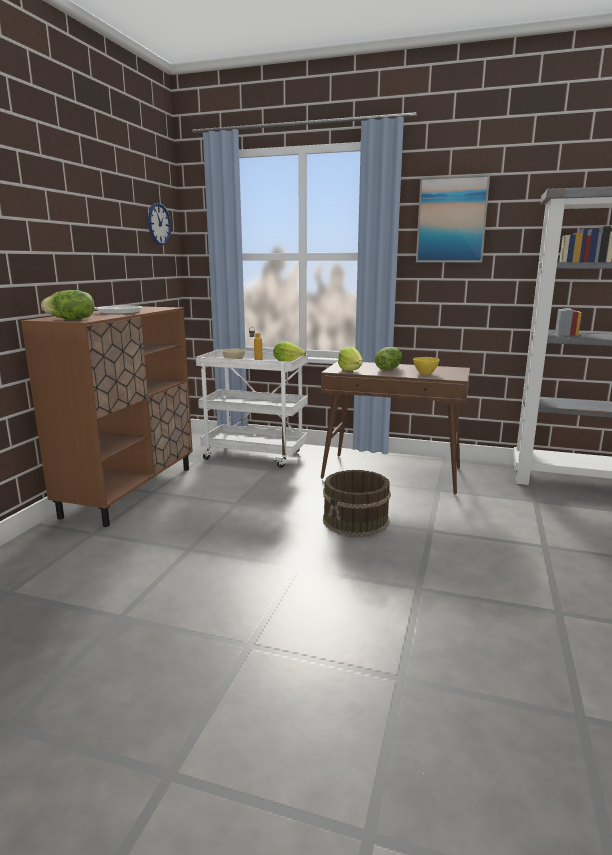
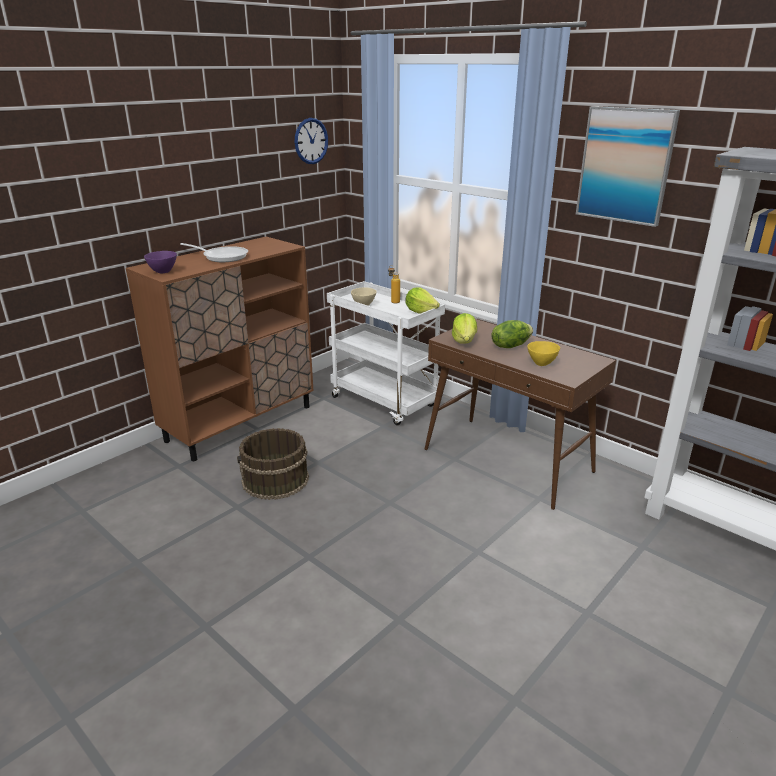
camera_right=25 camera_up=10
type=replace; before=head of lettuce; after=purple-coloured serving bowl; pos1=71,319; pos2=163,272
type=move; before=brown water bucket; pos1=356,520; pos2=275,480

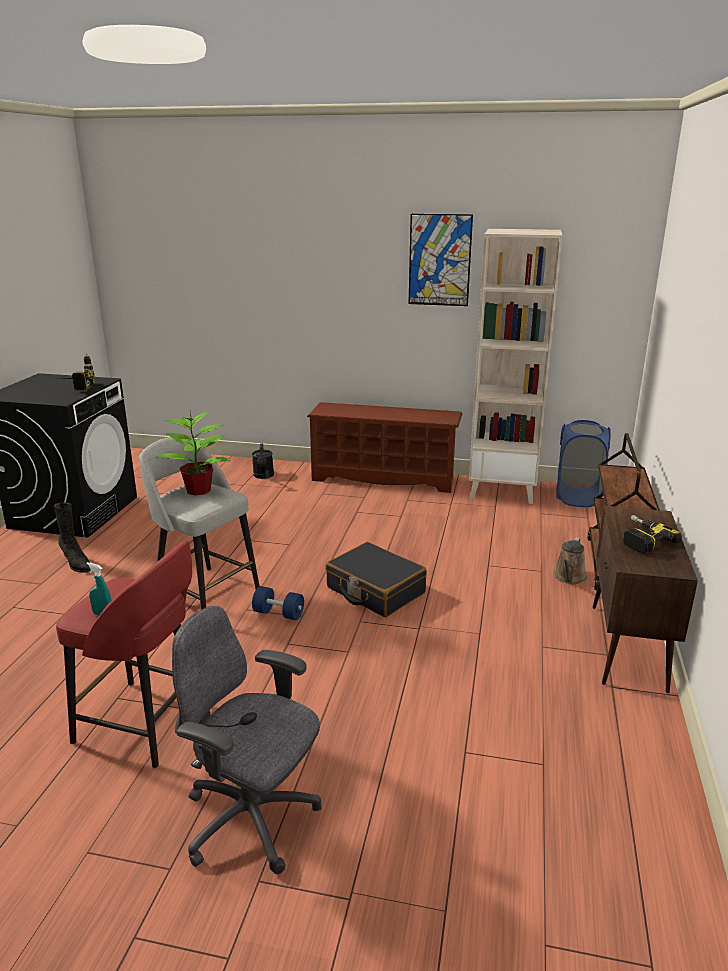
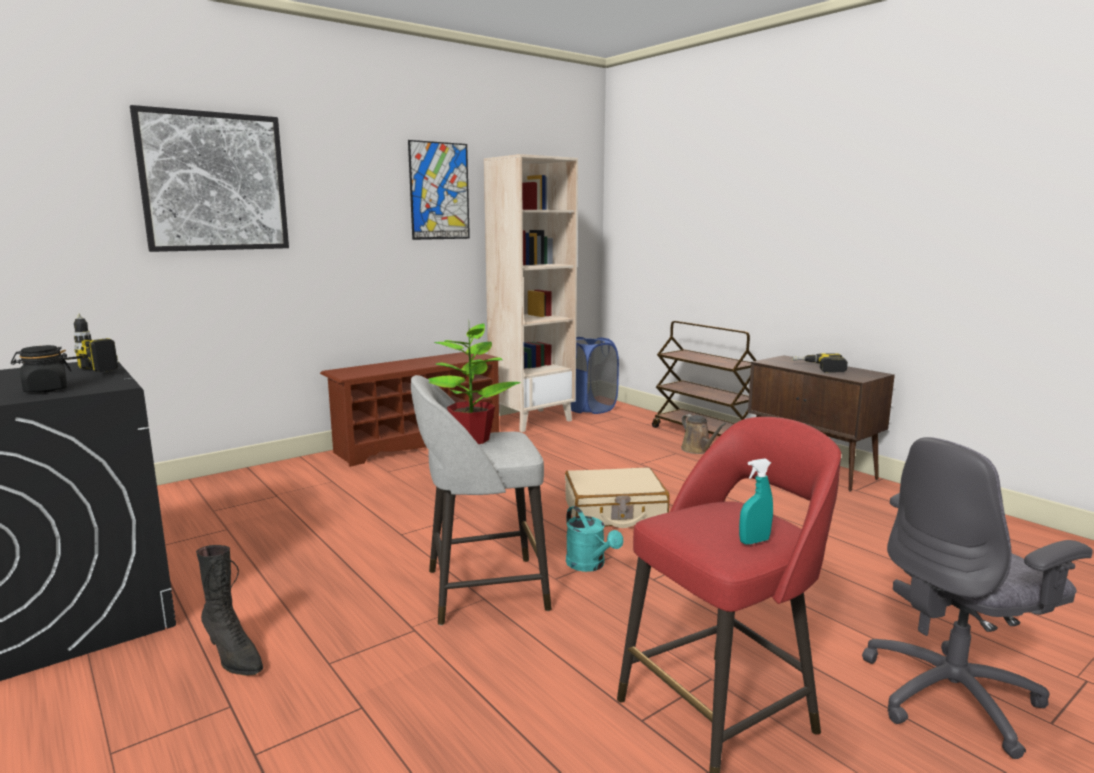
camera_right=-50 camera_up=-10
type=rotate; before=black-coloured tall boot; pos1=76,563; pos2=233,657; turn=45
type=delete; before=black-coloured watering pot; pos1=263,476
type=replace; before=blue-coloured dumbbell; after=turquoise watering pot; pos1=278,614; pos2=590,565
type=recolor; before=black-coloured travel case; after=beige travel case; pos1=375,590; pos2=614,512
type=insert; after=black-coloured preserve jar; pos2=45,389
type=insert; after=wall picture; pos2=214,182

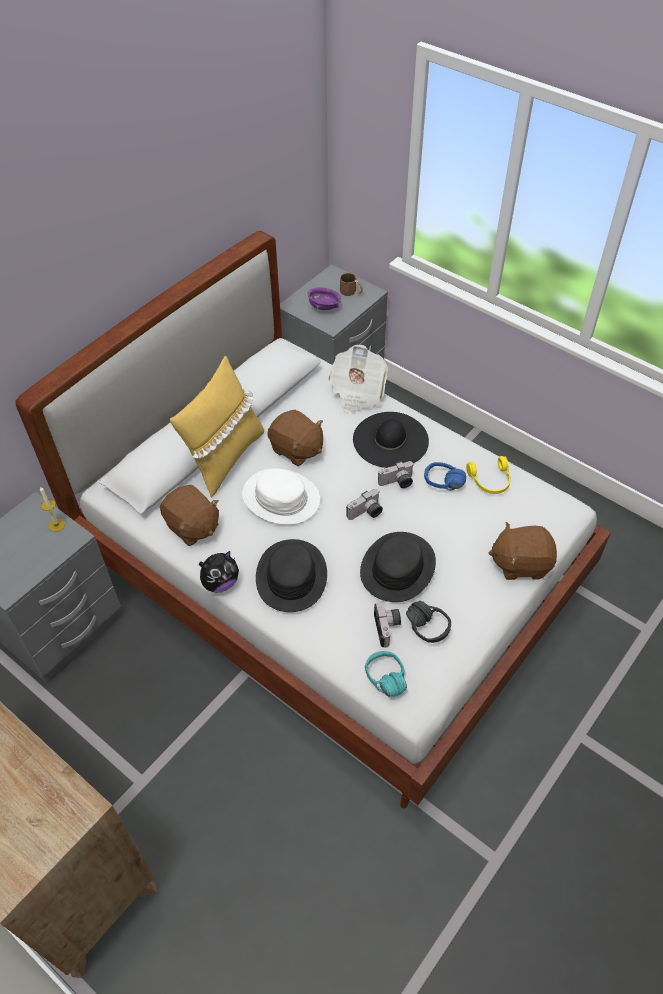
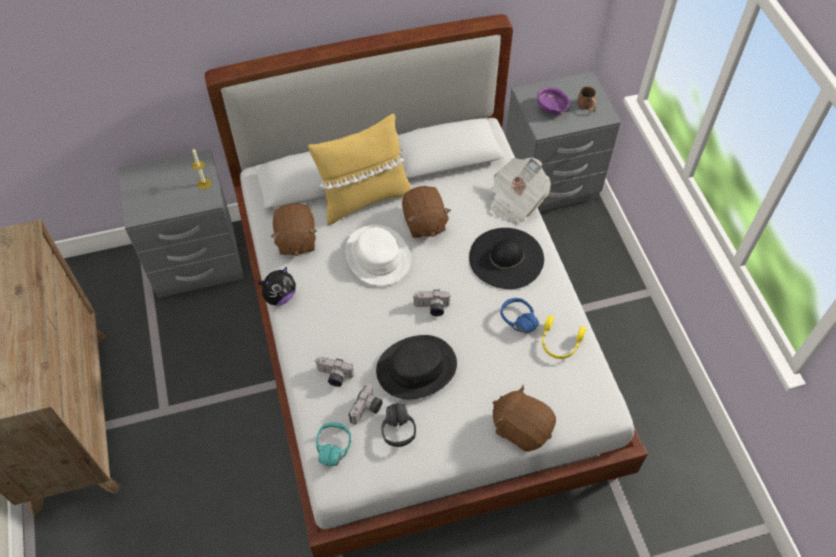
camera_right=35 camera_up=5
type=rotate; before=cuddly toy; pos1=220,583; pos2=279,296; turn=-45
type=delete; before=black-coloured hat; pos1=291,576
type=move; before=photo camera; pos1=397,483; pos2=333,376

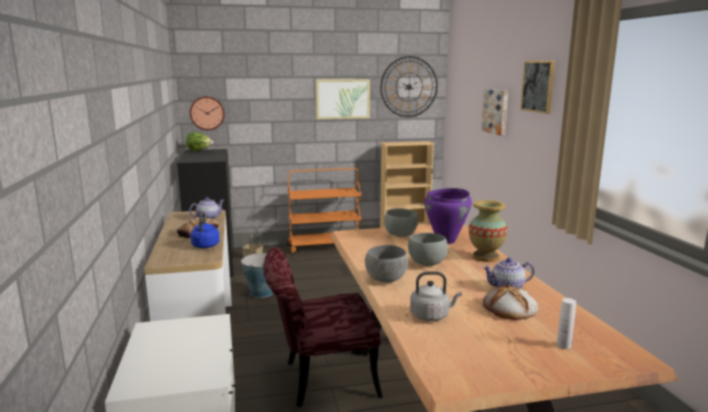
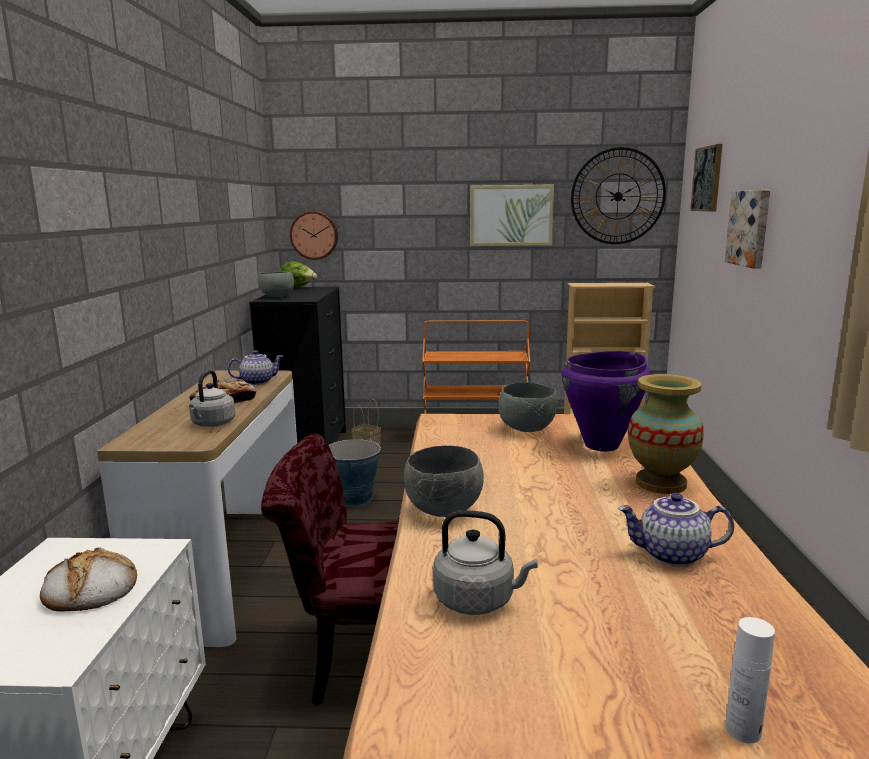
camera_right=15 camera_up=0
type=recolor; before=blue-coloured tea kettle; after=greyish tea kettle; pos1=205,246; pos2=212,424
type=move; before=greyish serving bowl; pos1=426,264; pos2=276,297
type=move; before=baked bread; pos1=509,309; pos2=90,589
type=move; before=wall picture; pos1=538,86; pos2=707,179

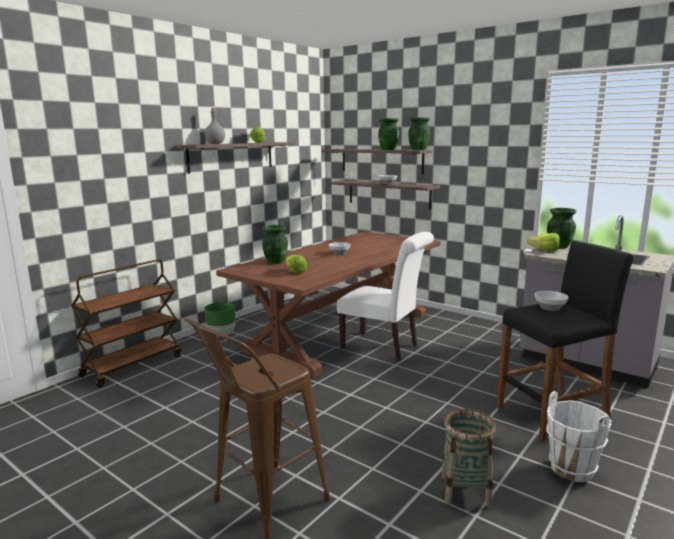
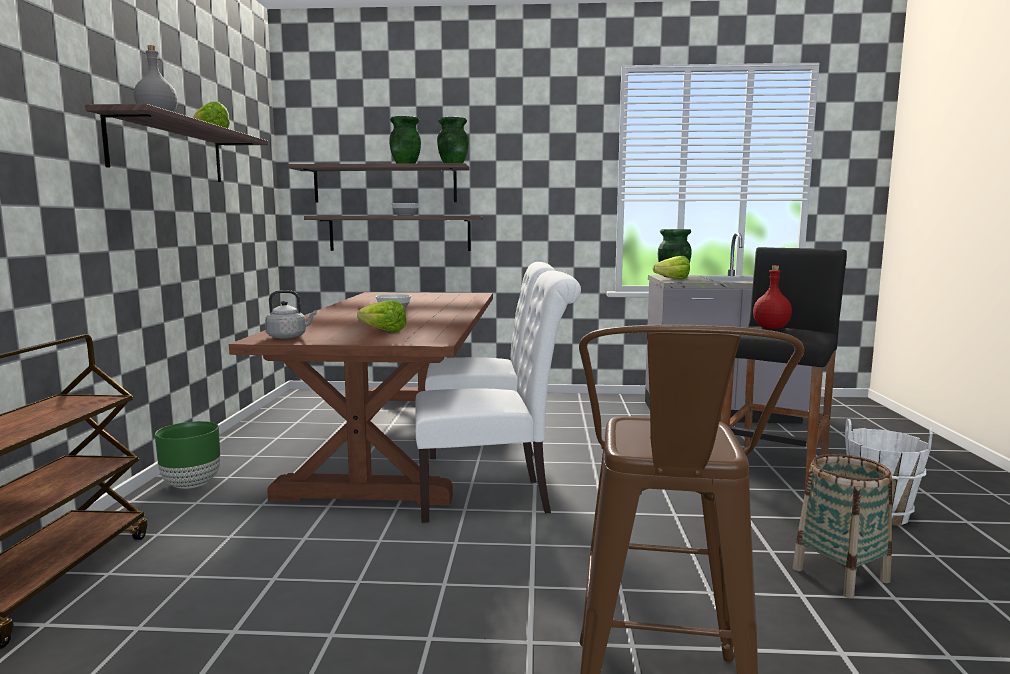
camera_right=-35 camera_up=-5
type=delete; before=green decorative vase; pos1=275,262
type=replace; before=serving bowl; after=reddish drink bottle; pos1=550,308; pos2=771,328
type=insert; after=greyish tea kettle; pos2=289,337
type=insert; after=white-coloured chair; pos2=492,498

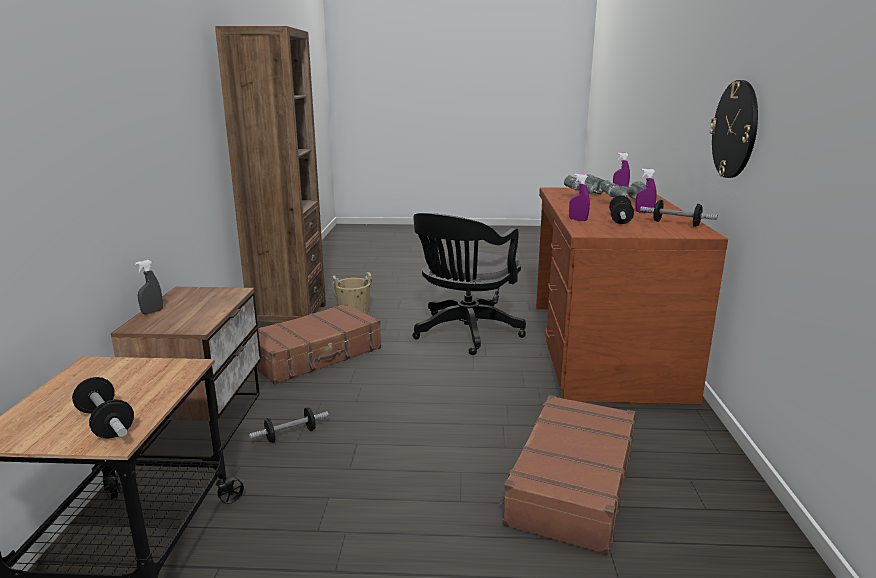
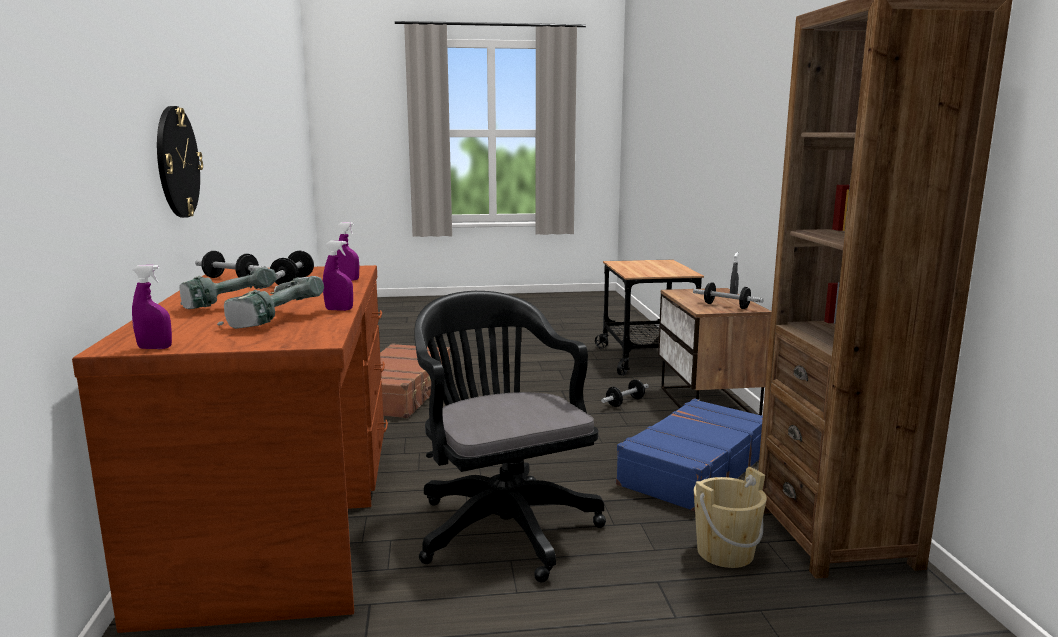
camera_right=170 camera_up=-5
type=move; before=dumbbell; pos1=106,423; pos2=726,306
type=recolor; before=brown travel case; after=blue-coloured travel case; pos1=315,355; pos2=693,469
type=rotate; before=black-coloured desk chair; pos1=464,333; pos2=502,524; turn=-45
type=move; before=purple-coloured sprayer; pos1=644,212; pos2=339,309

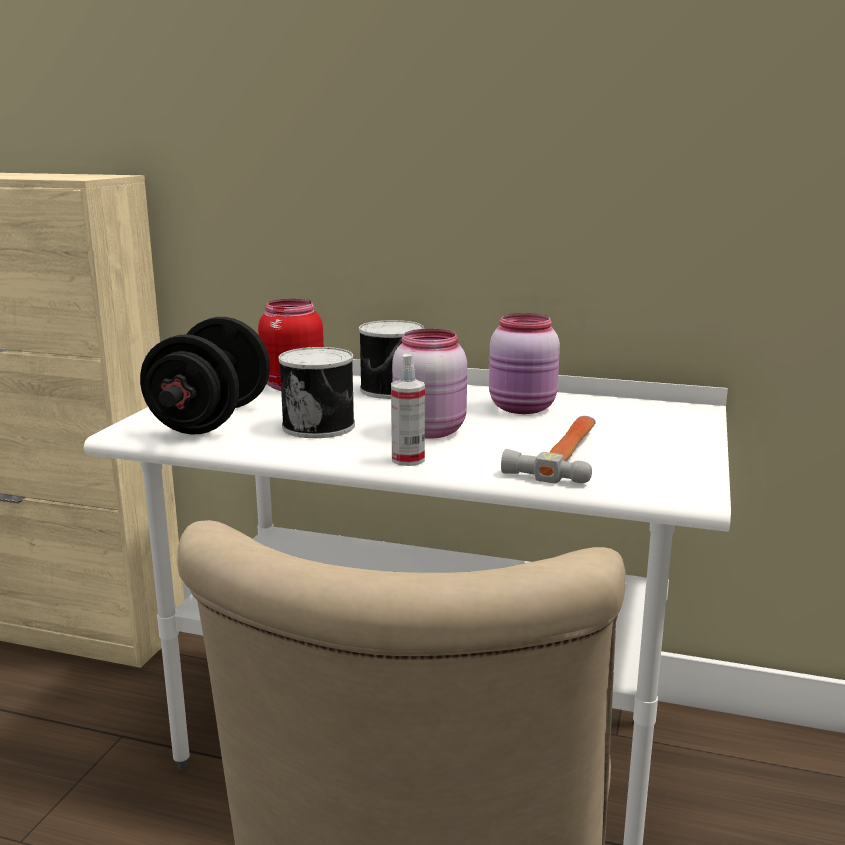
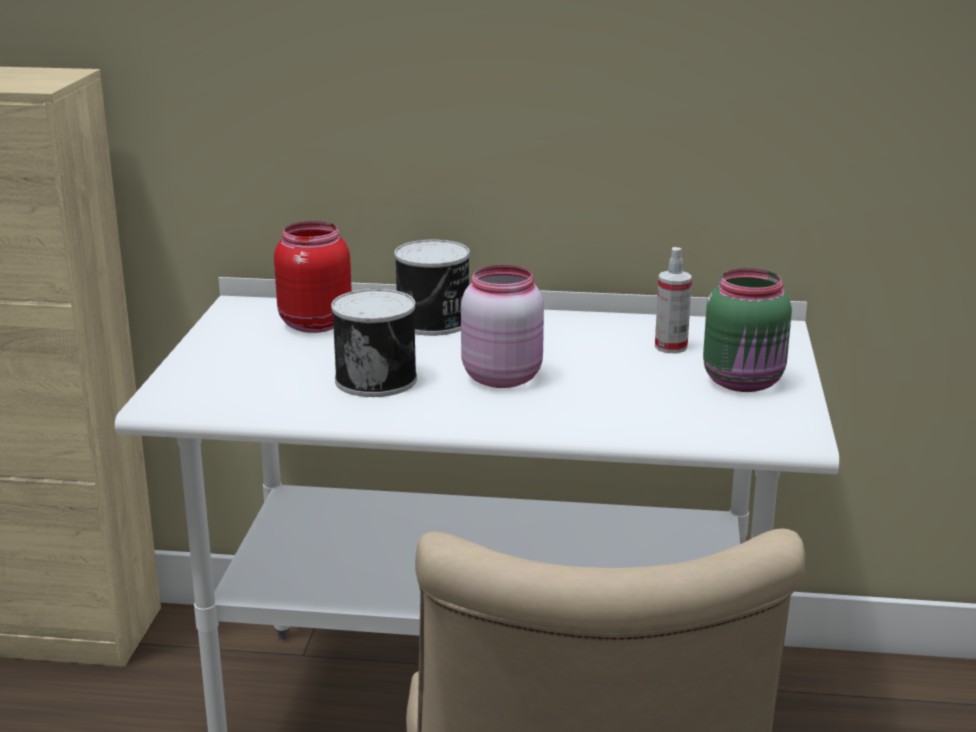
camera_right=-10 camera_up=5
type=delete; before=black-coloured dumbbell; pos1=211,419
type=move; before=sprayer; pos1=408,459; pos2=671,347
type=delete; before=pinkish preserve jar; pos1=523,408
type=delete; before=hammer; pos1=565,454
type=insert; after=green preserve jar; pos2=745,382

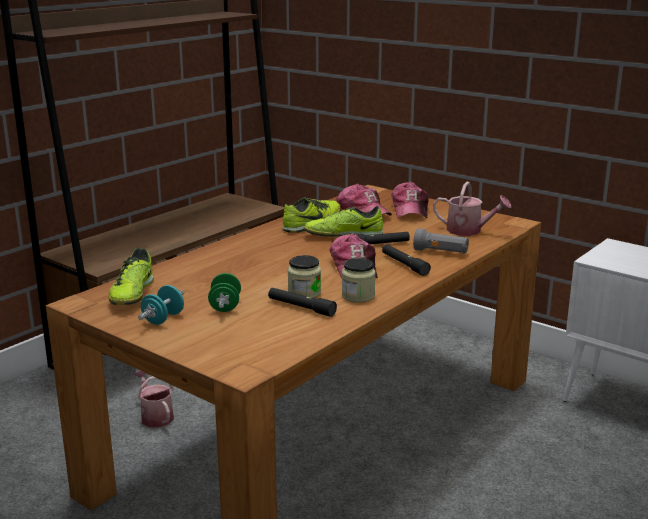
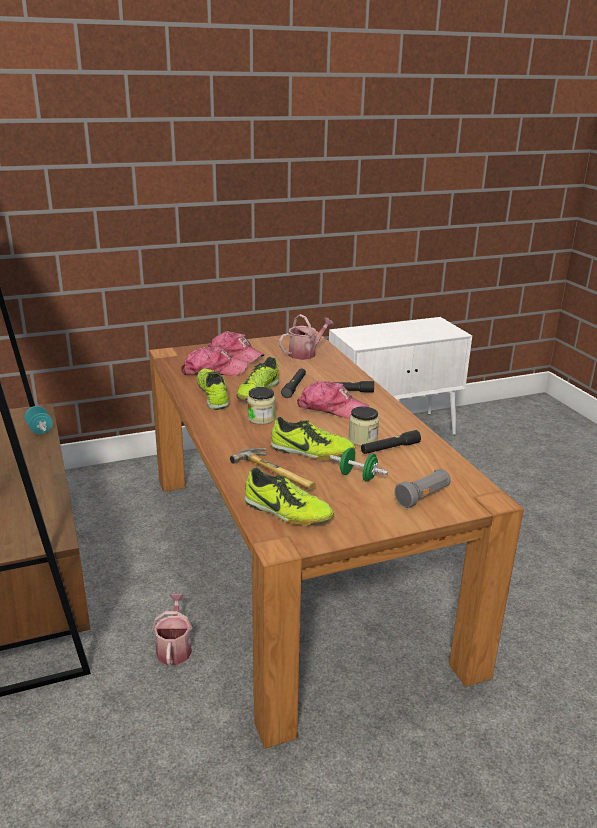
camera_right=-60 camera_up=5
type=rotate; before=watering pot; pos1=155,416; pos2=174,647; turn=90
type=move; before=turquoise dumbbell; pos1=163,319; pos2=40,430
type=move; before=preserve jar; pos1=358,296; pos2=261,418
type=move; before=greyish torch; pos1=441,252; pos2=423,497
type=insert; after=hammer; pos2=278,472
type=insert; after=shoe; pos2=311,452

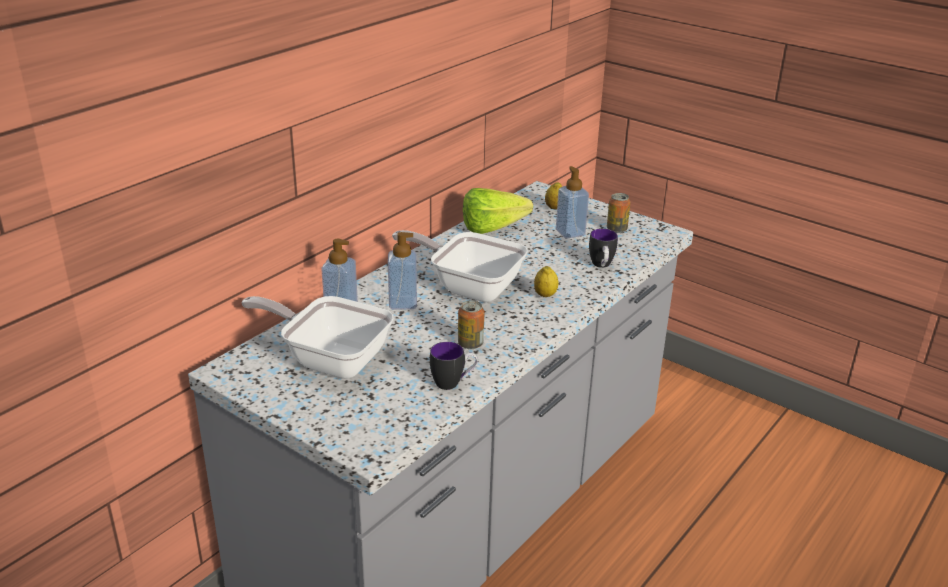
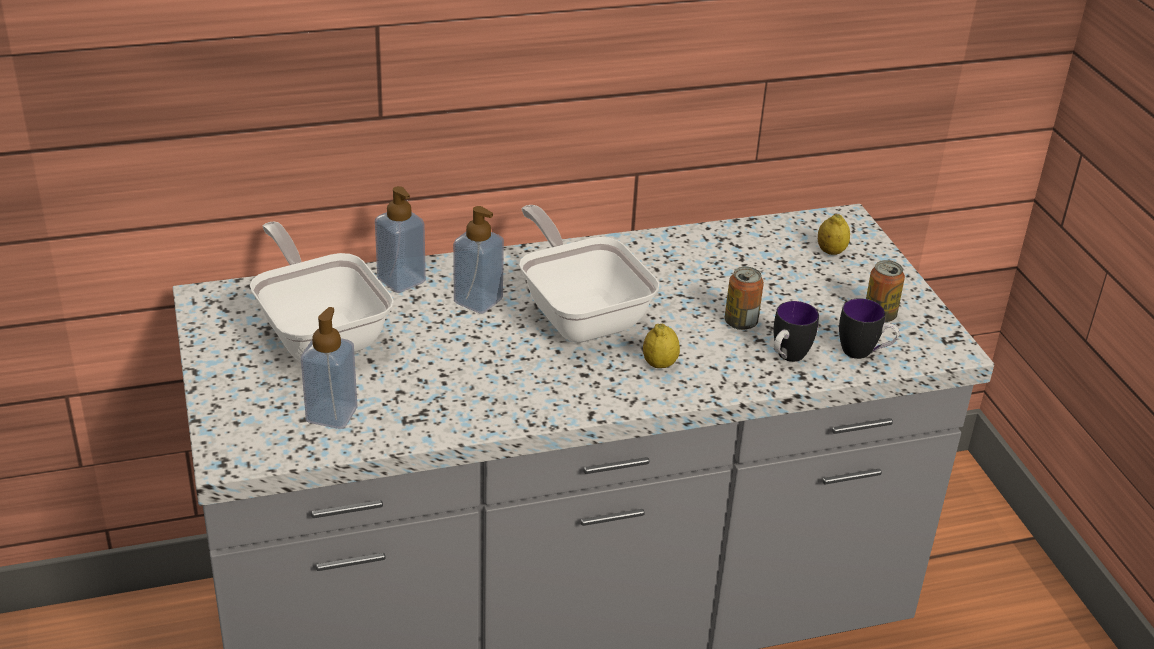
camera_right=35 camera_up=5
type=move; before=tea mug; pos1=453,383; pos2=864,353
type=move; before=metal can; pos1=470,344; pos2=740,322
type=delete; before=head of lettuce; pos1=498,229
type=move; before=liquid soap bottle; pos1=570,232; pos2=332,414

